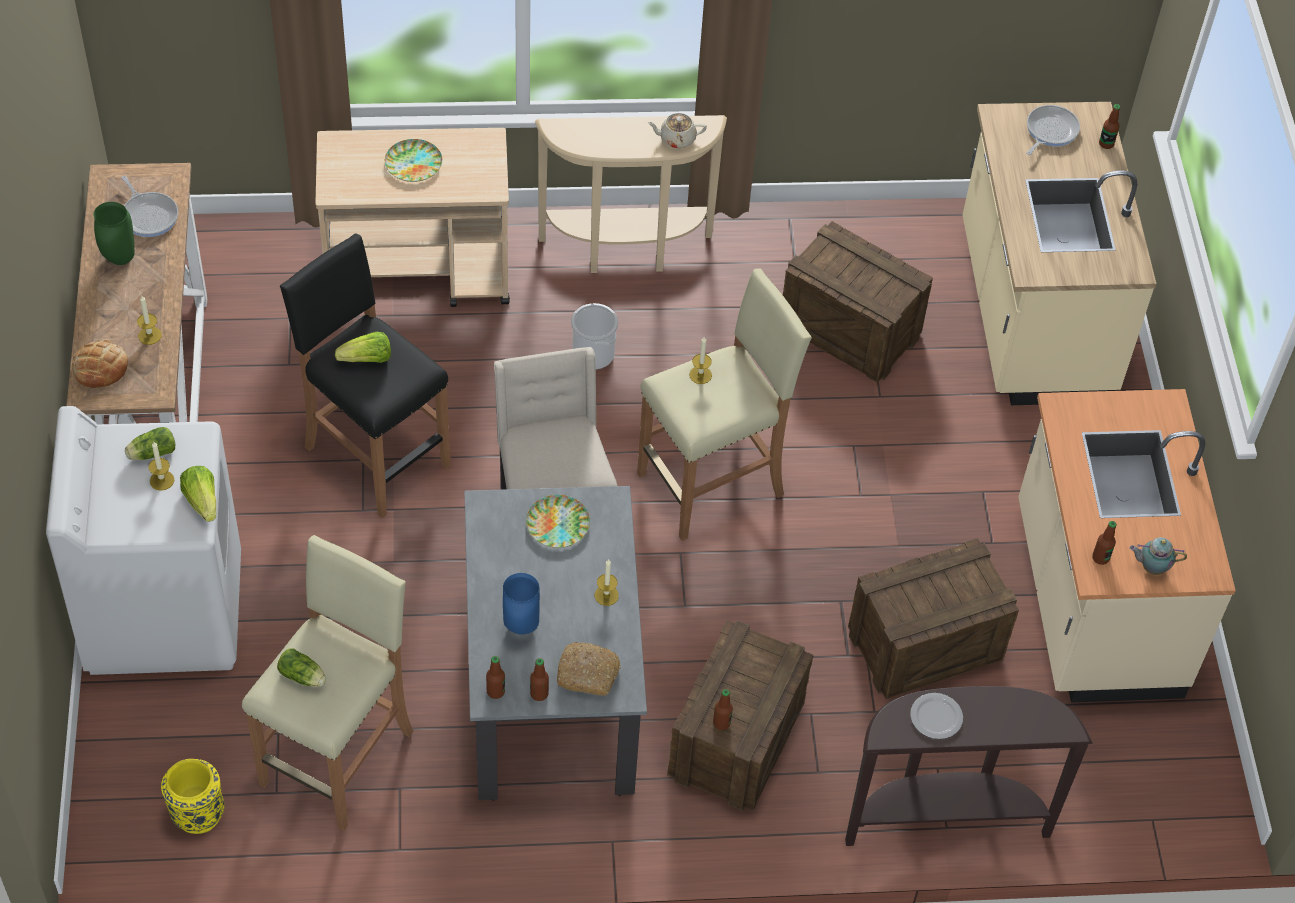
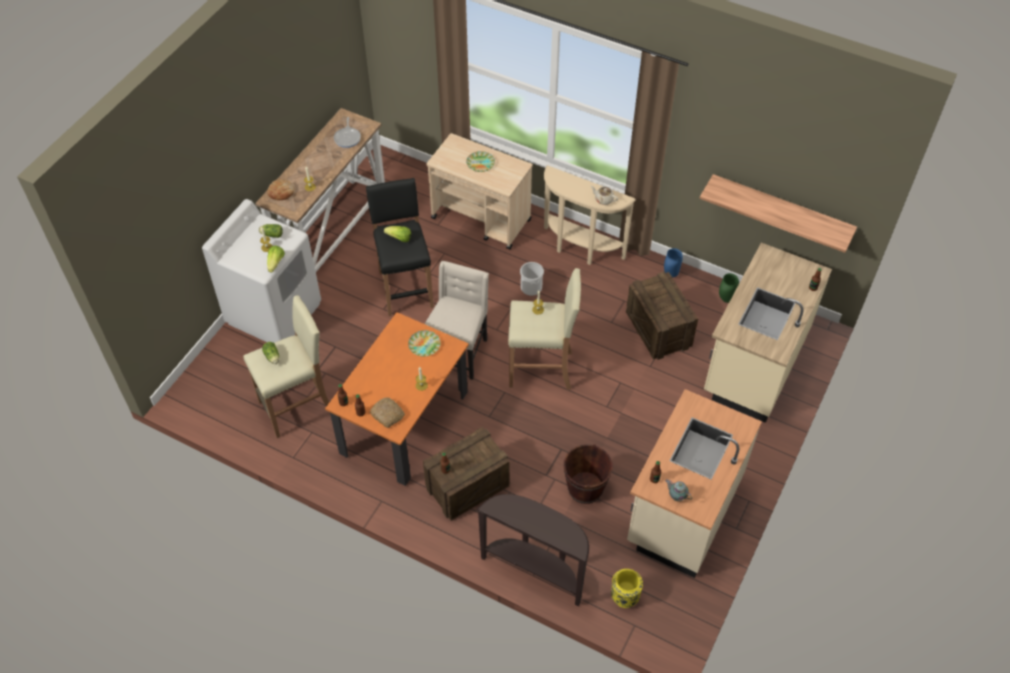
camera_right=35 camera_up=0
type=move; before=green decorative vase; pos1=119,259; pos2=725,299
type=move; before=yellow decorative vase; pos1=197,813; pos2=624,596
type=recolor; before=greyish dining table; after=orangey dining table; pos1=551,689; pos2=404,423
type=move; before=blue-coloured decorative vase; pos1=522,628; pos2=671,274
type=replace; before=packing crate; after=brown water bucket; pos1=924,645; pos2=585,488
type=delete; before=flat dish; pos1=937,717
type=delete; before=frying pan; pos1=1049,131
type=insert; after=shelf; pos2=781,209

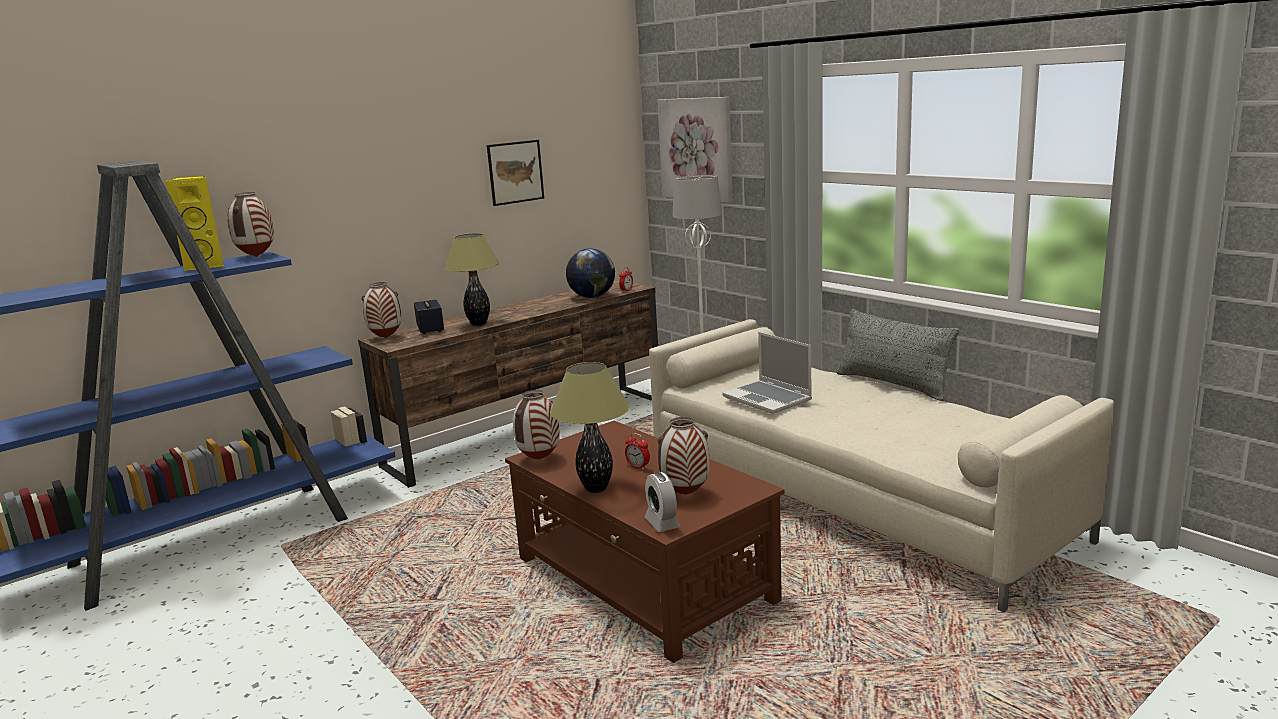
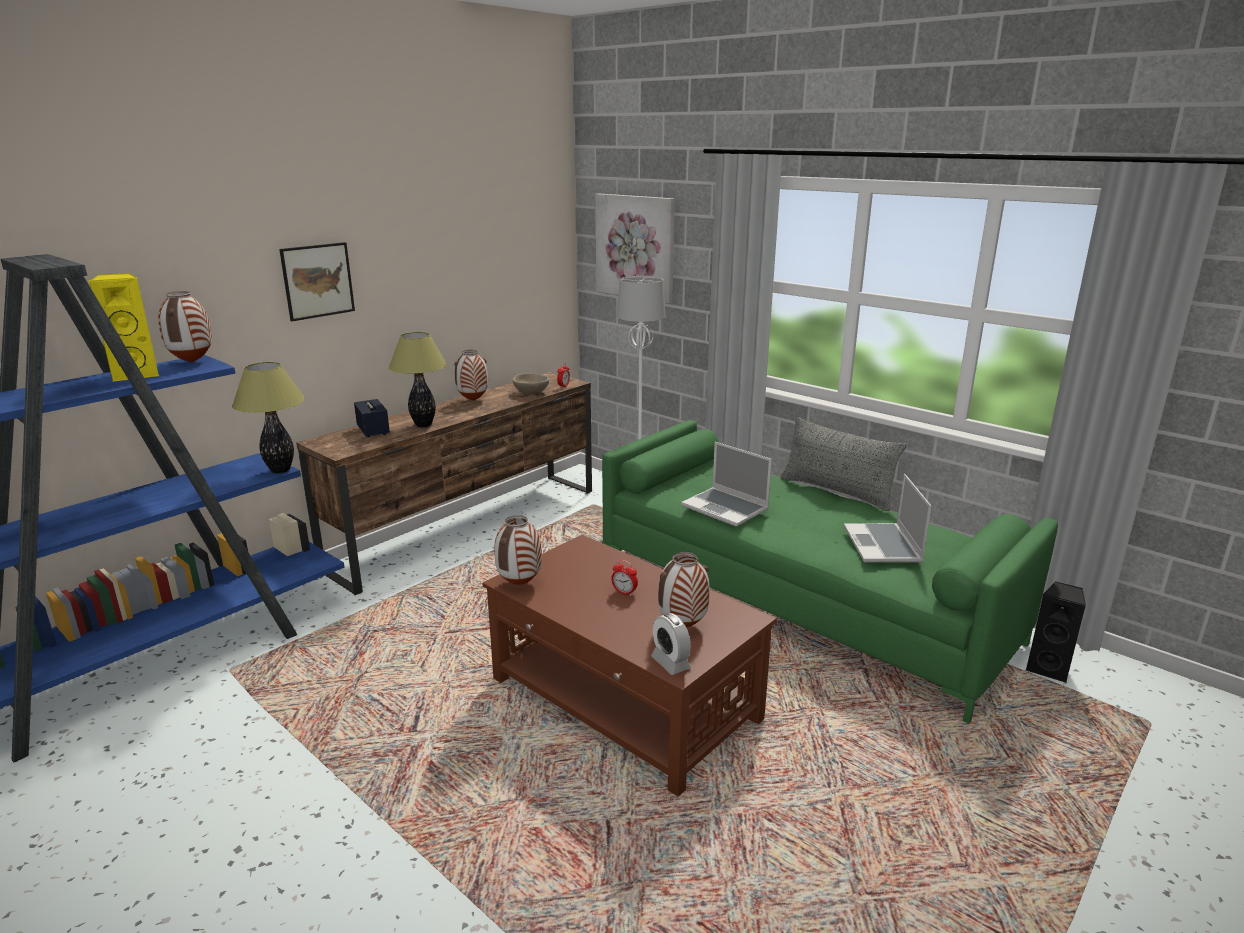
camera_right=-10 camera_up=5
type=move; before=decorative vase; pos1=385,338; pos2=472,401
type=move; before=wall picture; pos1=515,172; pos2=317,281
type=move; before=tabletop lamp; pos1=596,488; pos2=281,470
type=replace; before=world globe; after=beige serving bowl; pos1=592,297; pos2=531,393
type=recolor; before=beige sofa; after=green sofa; pos1=851,497; pos2=799,599
type=insert; after=laptop; pos2=883,545
type=insert; after=black-coloured speaker; pos2=1048,668

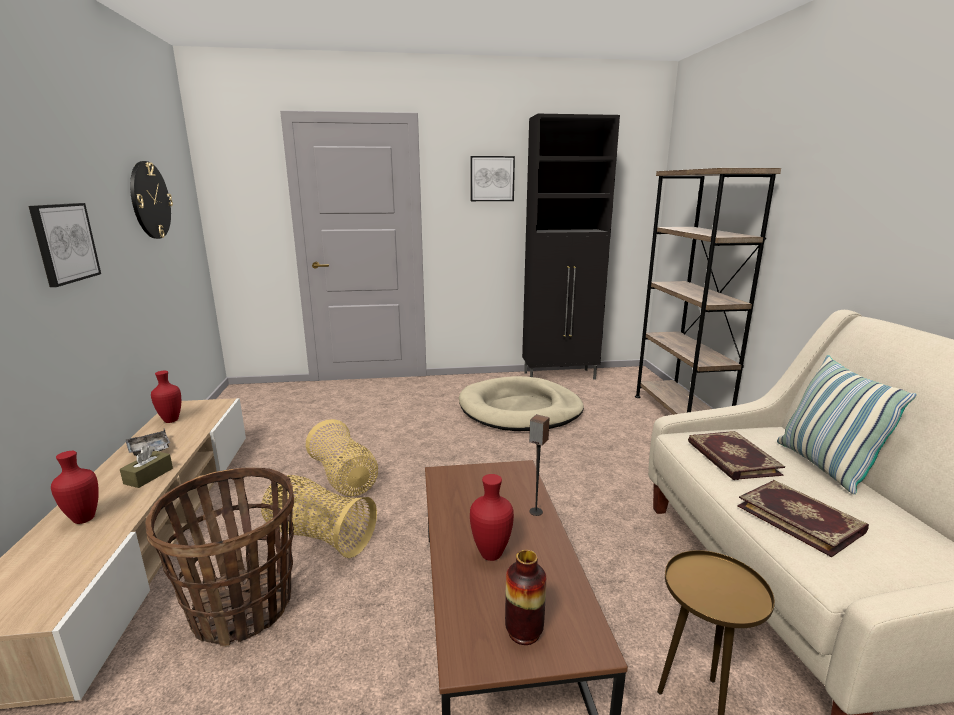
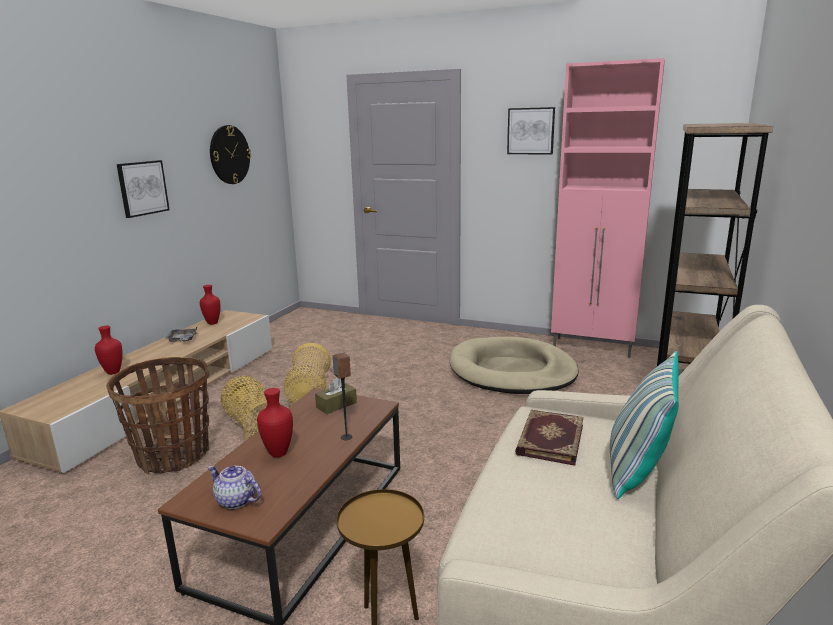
camera_right=30 camera_up=0
type=move; before=brown tissue holder; pos1=148,476; pos2=336,405
type=replace; before=decorative vase; after=tea pot; pos1=524,632; pos2=236,501
type=recolor; before=black-coloured cabinet; after=pinkish cabinet; pos1=560,376; pos2=593,347
type=delete; before=book; pos1=800,518

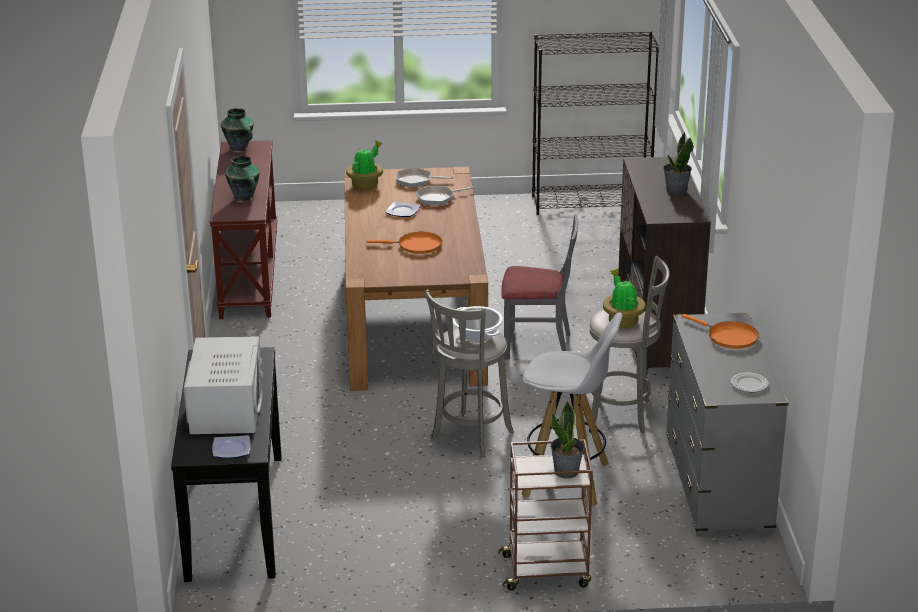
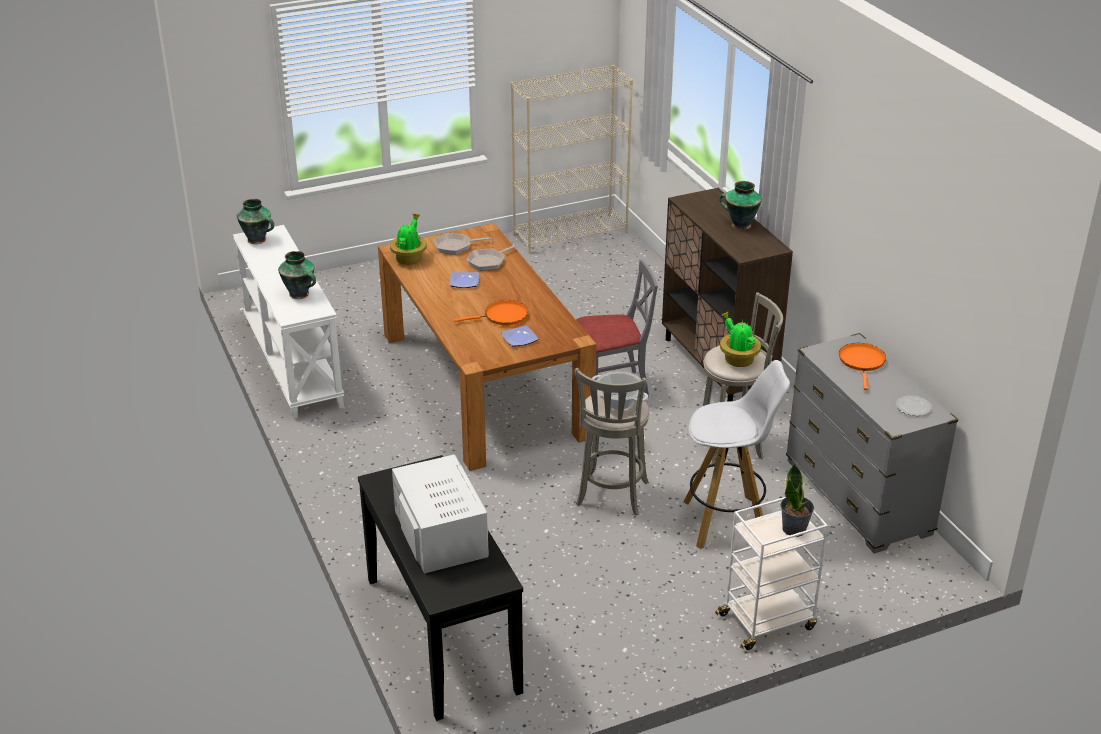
camera_right=-20 camera_up=5
type=recolor; before=brown narrow table; after=white-coloured narrow table; pos1=248,273; pos2=291,363
type=move; before=flat dish; pos1=231,450; pos2=519,339
type=recolor; before=brown wheeled cart; after=white-coloured wheeled cart; pos1=547,571; pos2=768,621
type=recolor; before=black-coloured bookshelf; after=beige bookshelf; pos1=591,203; pos2=571,233
type=replace; before=plant in a pot; after=decorative vase; pos1=676,191; pos2=740,225
type=rotate; before=orangey frying pan; pos1=729,337; pos2=862,362; turn=-105

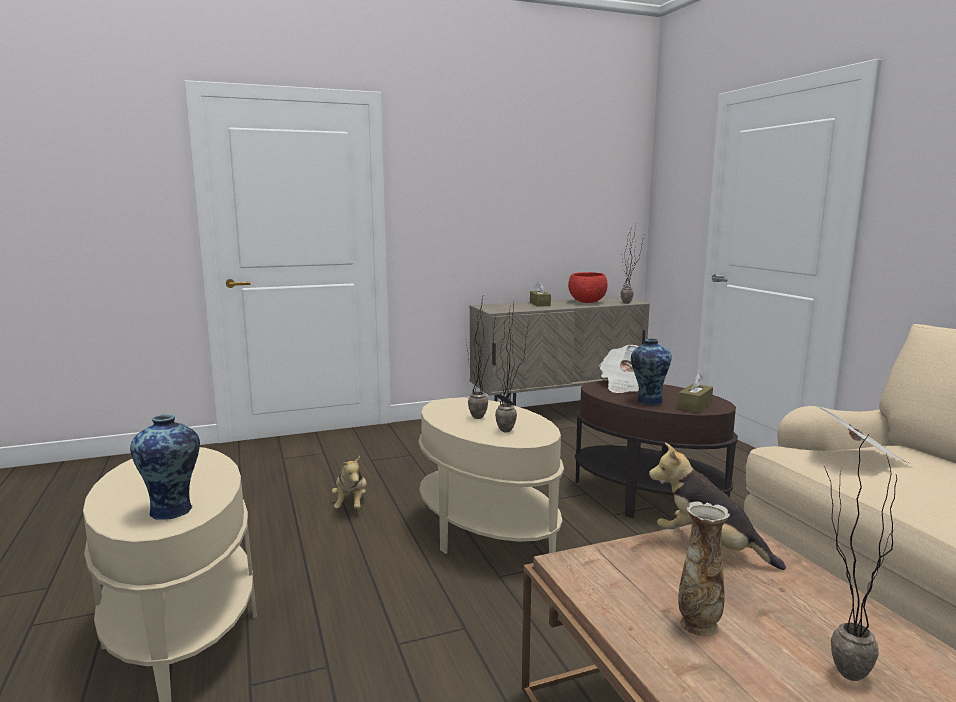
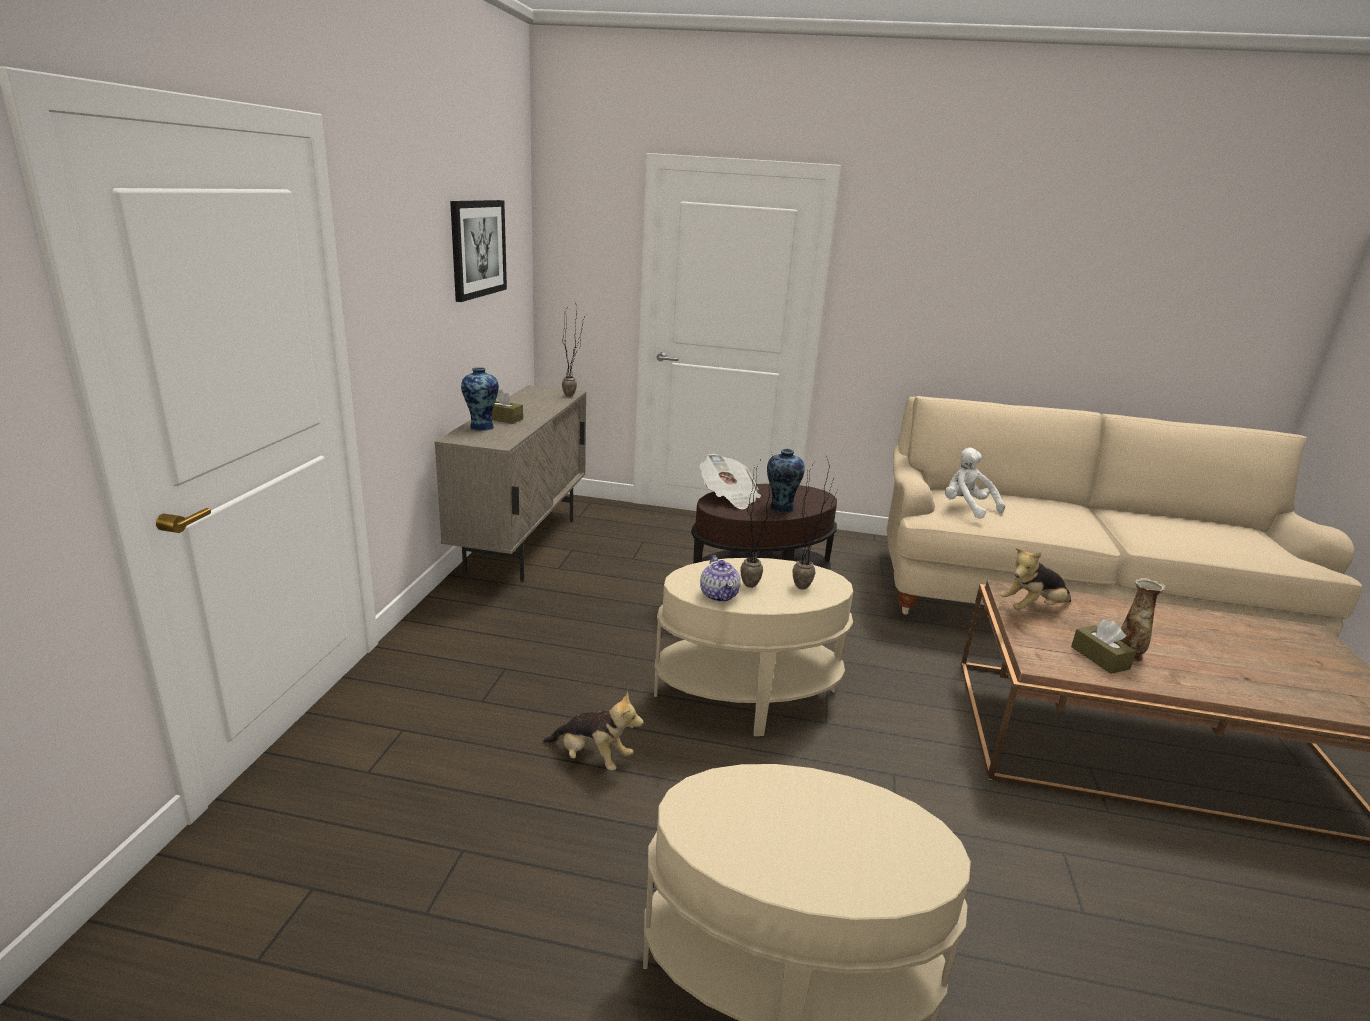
camera_right=-60 camera_up=10
type=move; before=decorative vase; pos1=173,510; pos2=481,427
type=delete; before=reddish serving bowl; pos1=586,302
type=move; before=brown tissue holder; pos1=694,406; pos2=1100,658
type=replace; before=newspaper; after=white-coloured cuddly toy; pos1=858,456; pos2=967,508
type=delete; before=plant in a pot; pos1=835,669
type=insert; after=wall picture; pos2=478,248
type=insert; after=tea pot; pos2=719,595

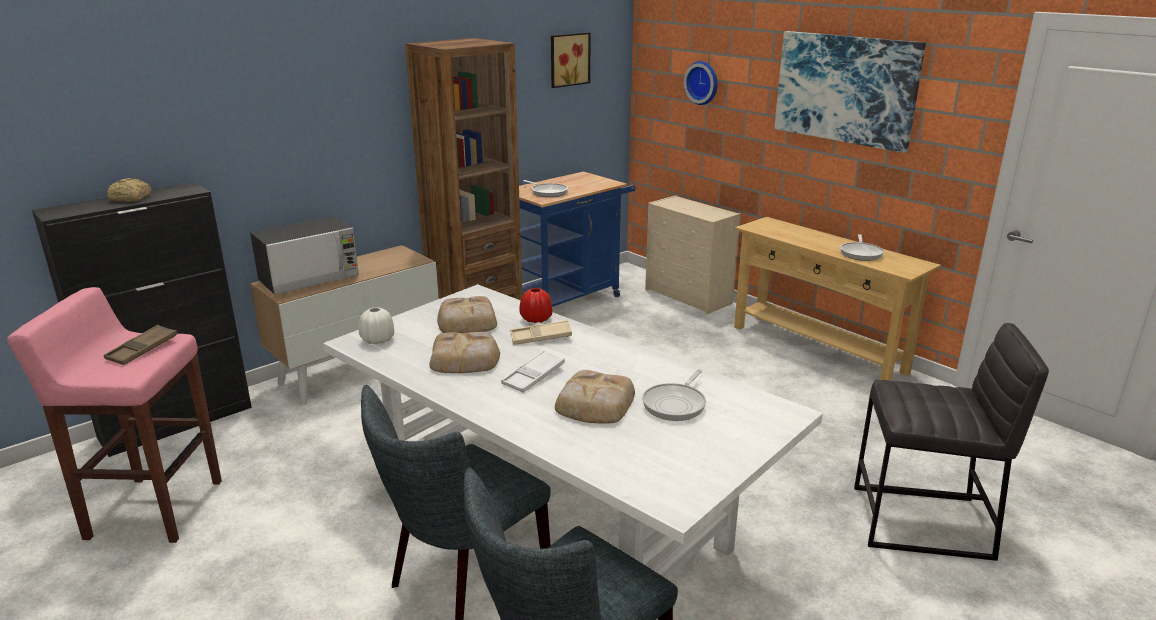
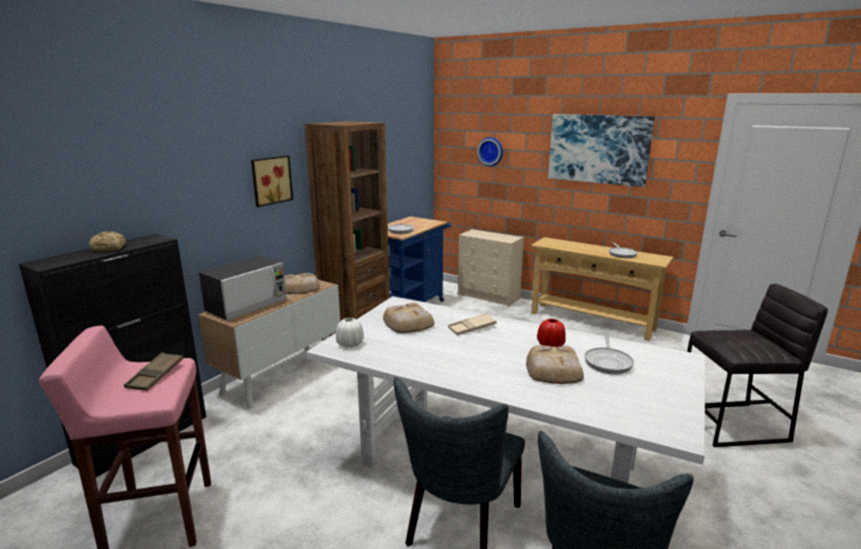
camera_right=-15 camera_up=-5
type=move; before=baked bread; pos1=465,359; pos2=300,288
type=delete; before=white-coloured tray; pos1=533,376
type=move; before=reddish decorative vase; pos1=536,319; pos2=550,345
type=move; before=wall picture; pos1=568,59; pos2=270,180

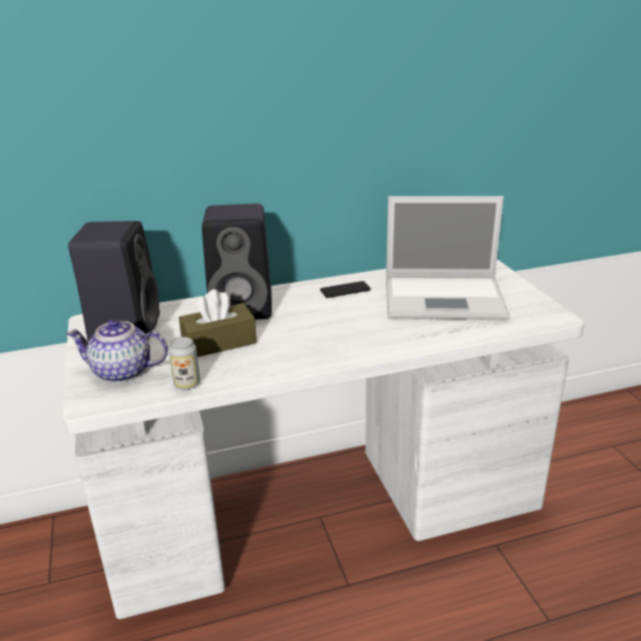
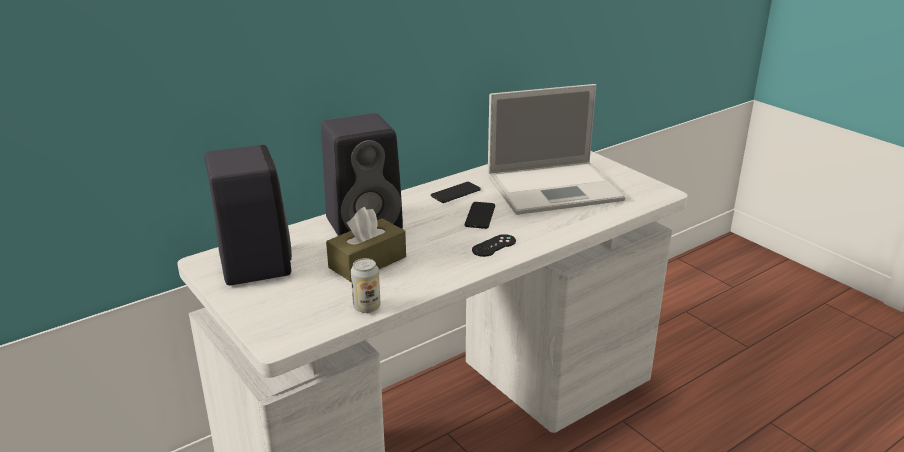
camera_right=-20 camera_up=0
type=delete; before=tea pot; pos1=123,372
type=insert; after=telephone; pos2=480,216
type=insert; after=black-coloured game controller; pos2=494,246

